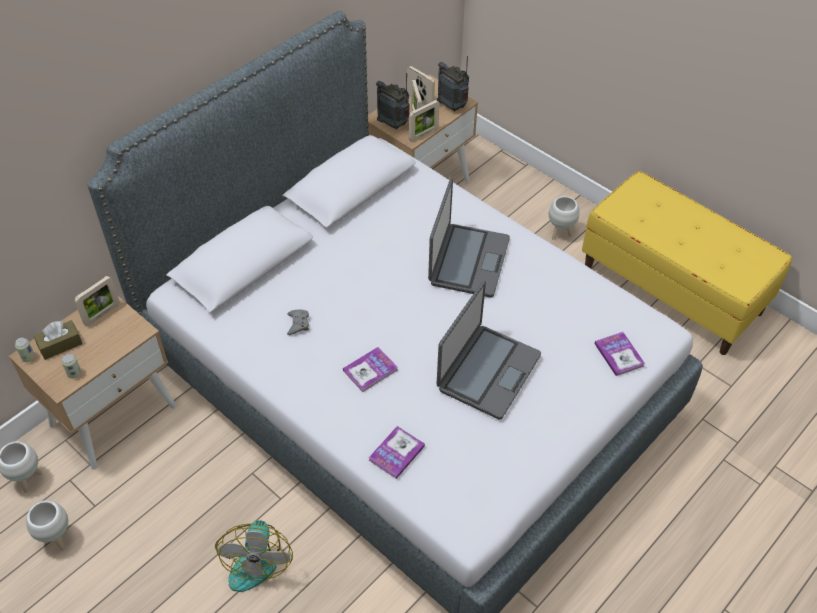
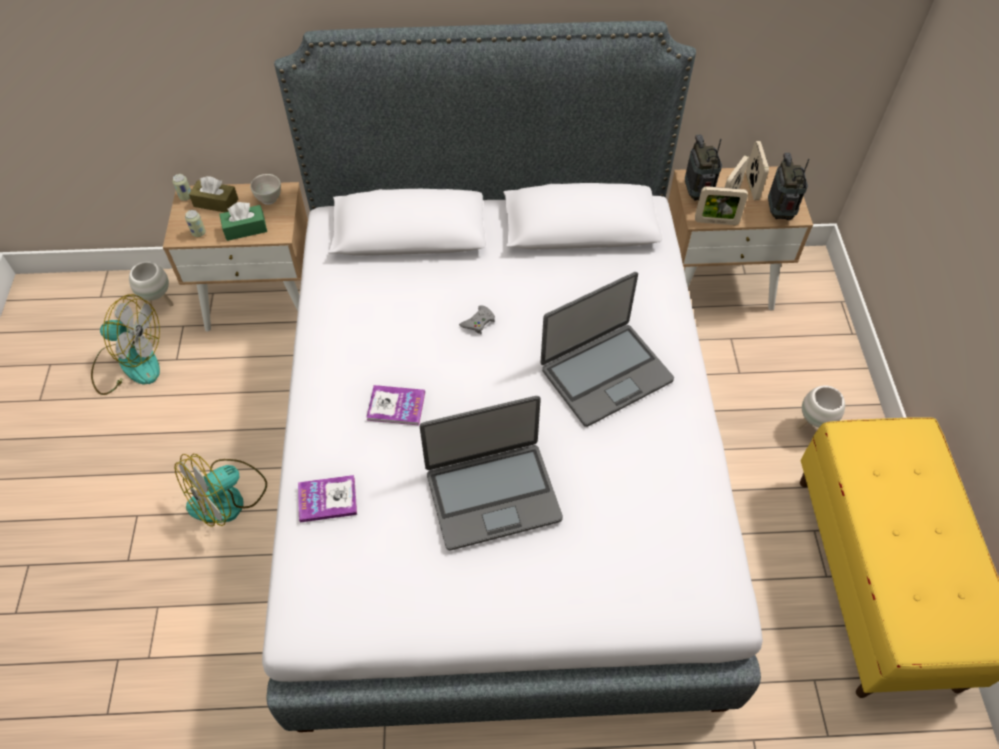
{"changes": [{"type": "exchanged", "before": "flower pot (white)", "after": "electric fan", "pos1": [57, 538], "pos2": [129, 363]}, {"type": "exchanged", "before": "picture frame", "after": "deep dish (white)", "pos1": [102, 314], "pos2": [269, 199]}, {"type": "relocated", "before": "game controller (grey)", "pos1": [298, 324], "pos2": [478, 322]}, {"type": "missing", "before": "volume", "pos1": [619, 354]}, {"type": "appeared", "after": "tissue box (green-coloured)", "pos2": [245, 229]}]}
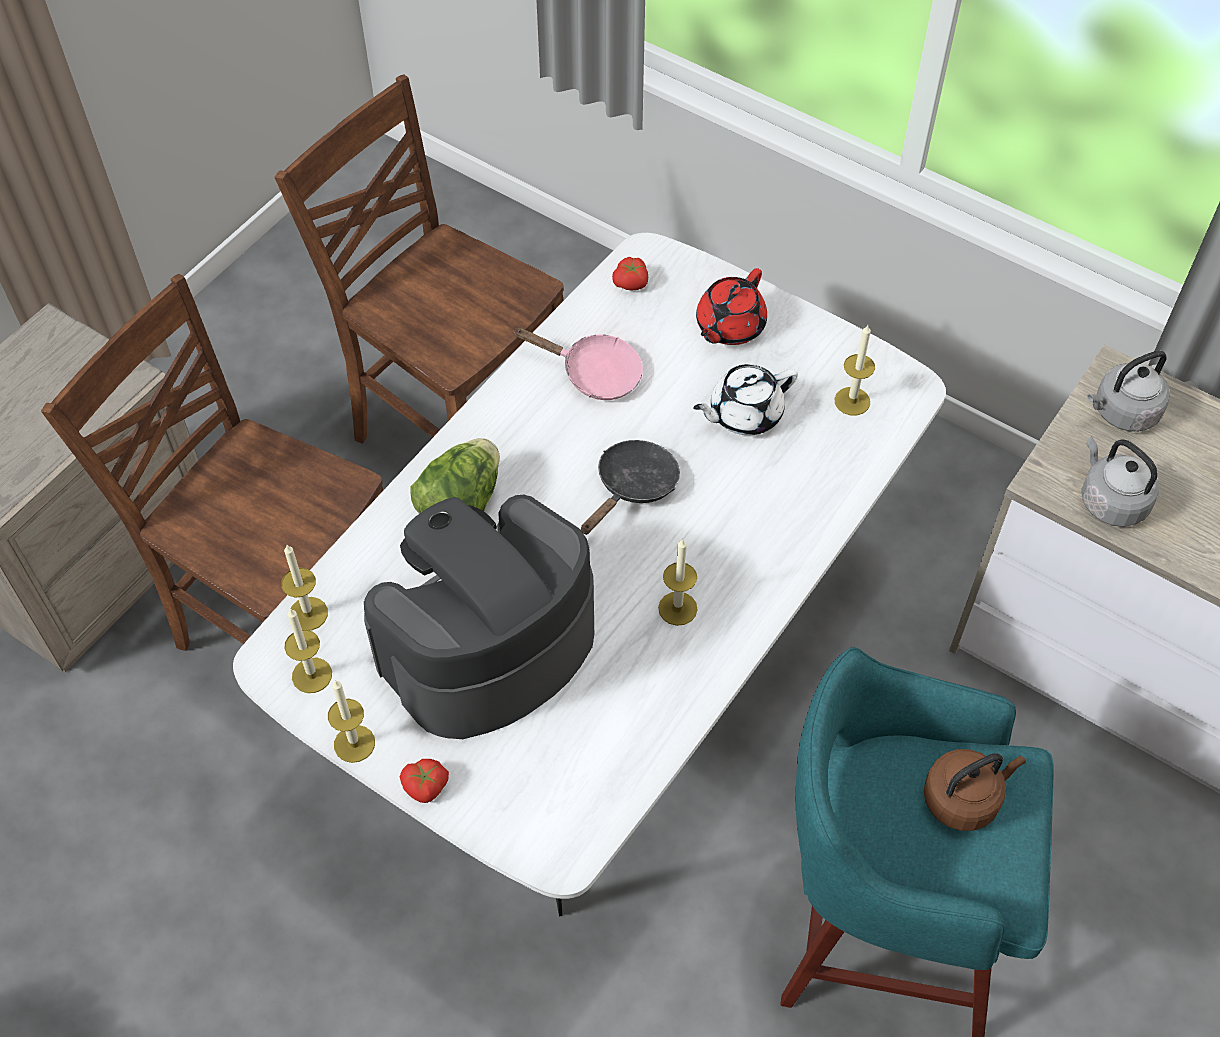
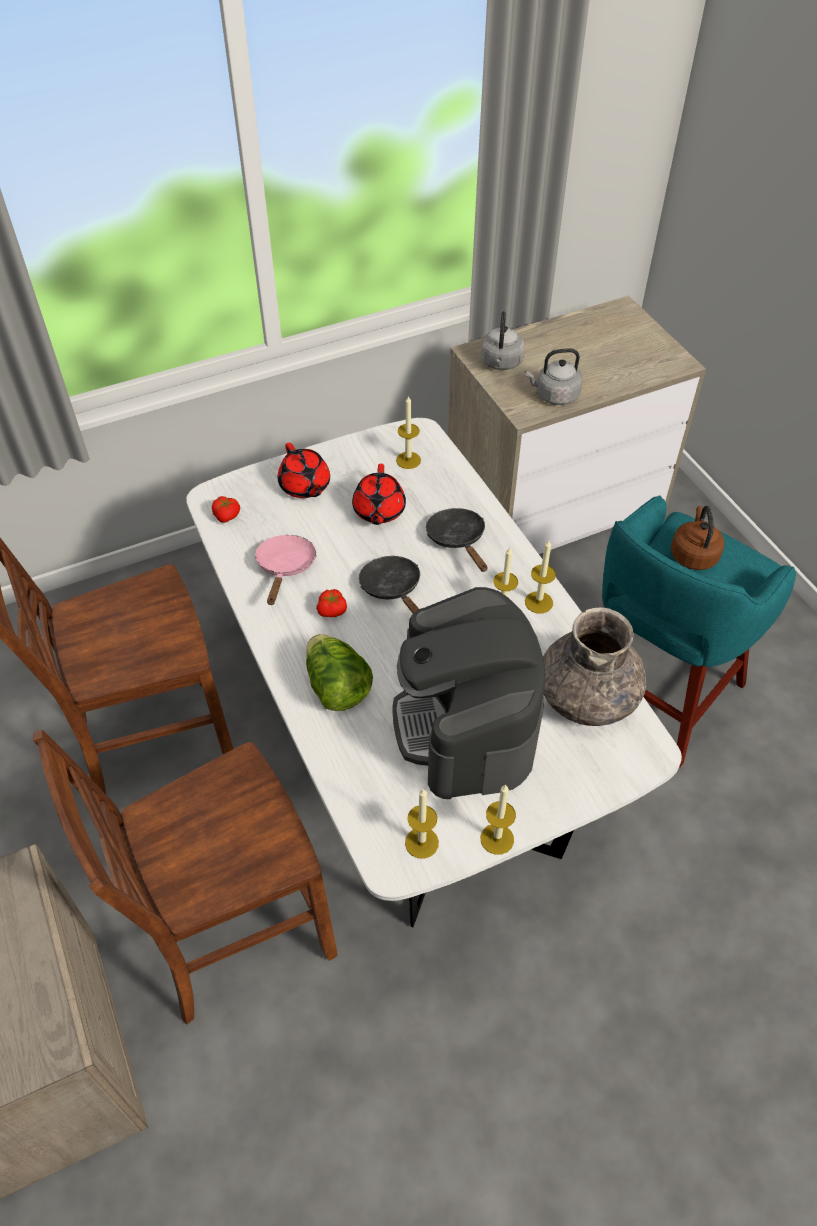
{"changes": [{"type": "relocated", "before": "wax light", "pos1": [308, 614], "pos2": [538, 602]}, {"type": "relocated", "before": "whole tomato", "pos1": [426, 787], "pos2": [333, 610]}, {"type": "spun", "before": "pan (pinkish)", "pos1": [594, 373], "pos2": [285, 568], "turn": -45}, {"type": "colour", "before": "teapot (white)", "after": "teapot (red-coloured)", "pos1": [744, 414], "pos2": [378, 511]}, {"type": "appeared", "after": "pan (black)", "pos2": [458, 539]}, {"type": "appeared", "after": "vase (grey)", "pos2": [588, 696]}]}
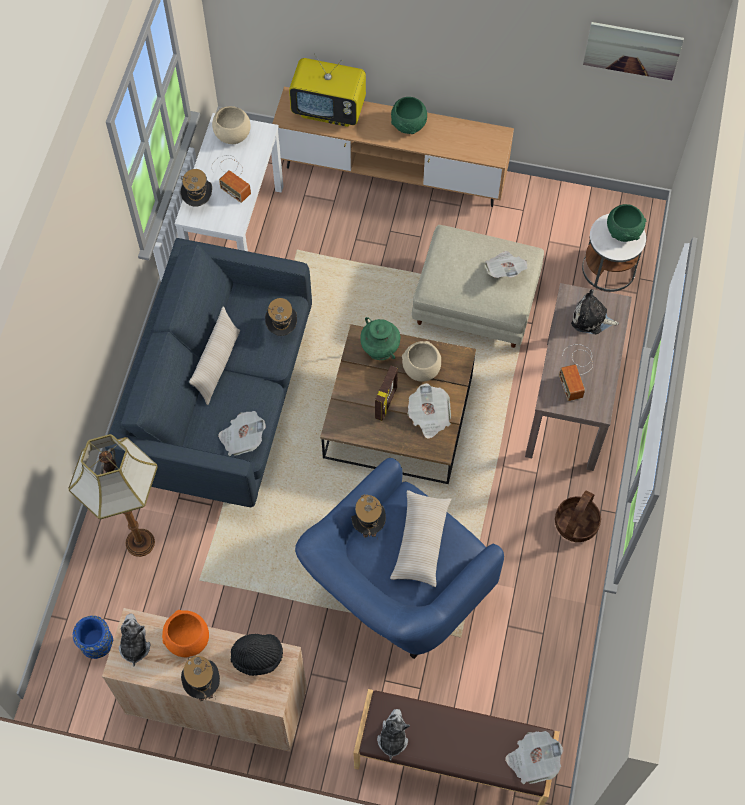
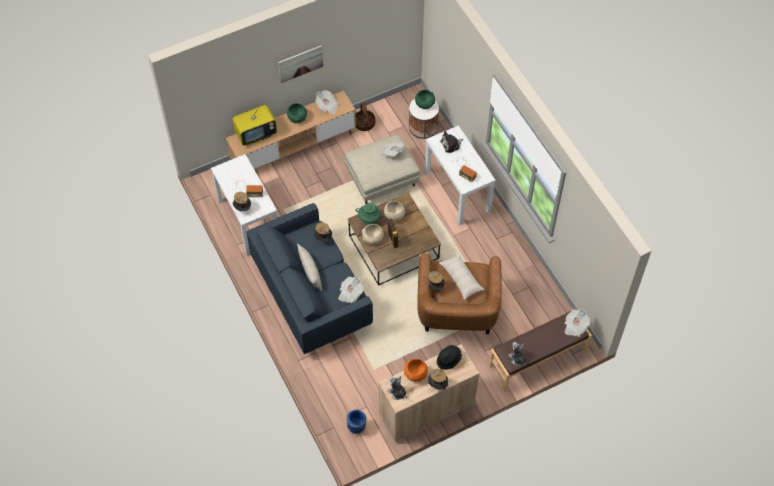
{"changes": [{"type": "missing", "before": "standing lamp", "pos1": [139, 542]}, {"type": "relocated", "before": "deep dish (beige-coloured)", "pos1": [232, 135], "pos2": [372, 239]}, {"type": "colour", "before": "lounge chair (bluish)", "after": "lounge chair (brown)", "pos1": [395, 590], "pos2": [457, 314]}, {"type": "relocated", "before": "printed paper", "pos1": [429, 417], "pos2": [327, 106]}, {"type": "colour", "before": "console table (brown)", "after": "console table (white)", "pos1": [570, 403], "pos2": [457, 192]}, {"type": "relocated", "before": "storage basket", "pos1": [576, 524], "pos2": [364, 124]}, {"type": "relocated", "before": "wall art", "pos1": [632, 50], "pos2": [300, 63]}]}
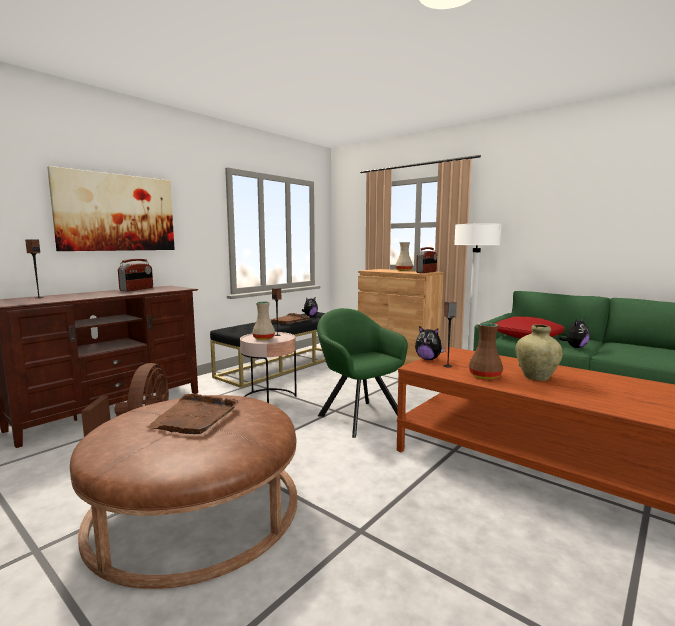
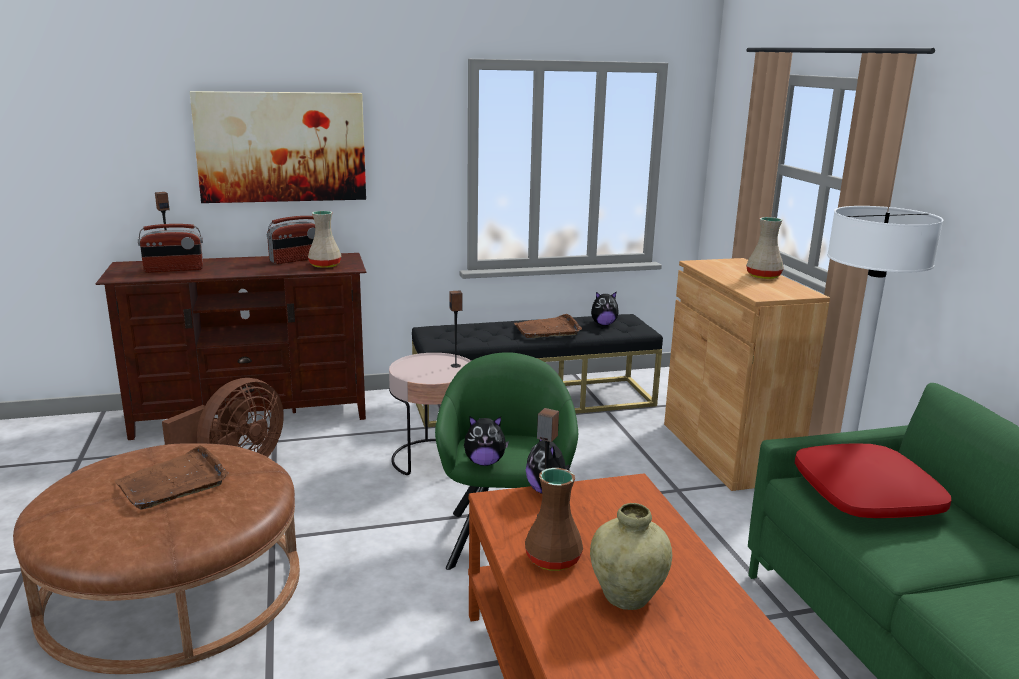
{"changes": [{"type": "relocated", "before": "vase (beige-coloured)", "pos1": [264, 338], "pos2": [325, 265]}, {"type": "relocated", "before": "radio", "pos1": [426, 272], "pos2": [174, 270]}, {"type": "relocated", "before": "soft toy", "pos1": [575, 347], "pos2": [484, 462]}]}
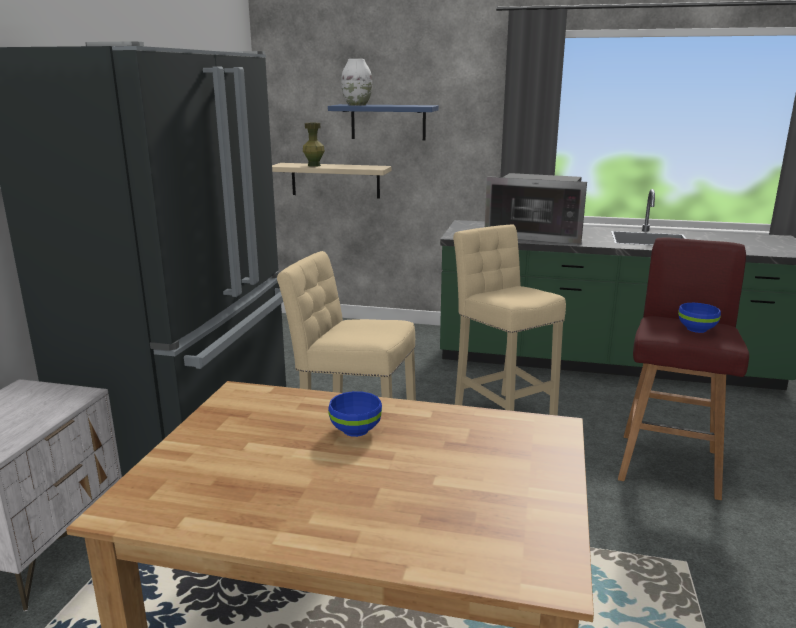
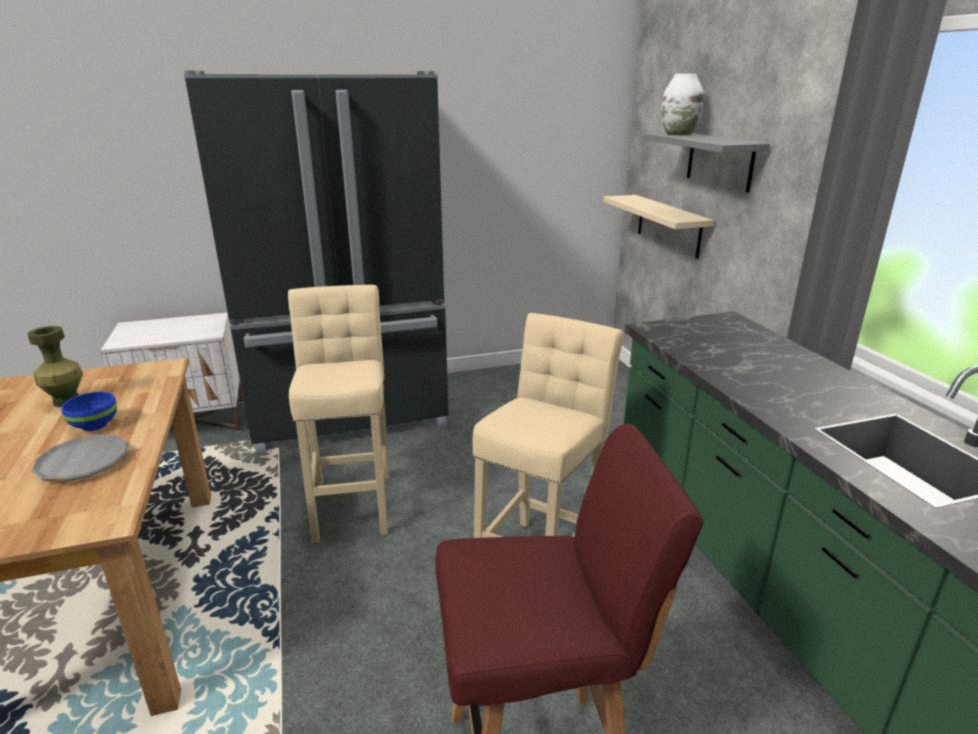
{"changes": [{"type": "relocated", "before": "vase (green-coloured)", "pos1": [314, 165], "pos2": [66, 401]}, {"type": "colour", "before": "bracket shelf (bluish)", "after": "bracket shelf (grey)", "pos1": [388, 122], "pos2": [719, 161]}, {"type": "missing", "before": "microwave oven", "pos1": [536, 235]}, {"type": "missing", "before": "deep dish (bluish)", "pos1": [697, 329]}, {"type": "appeared", "after": "flat dish (grey)", "pos2": [83, 463]}]}
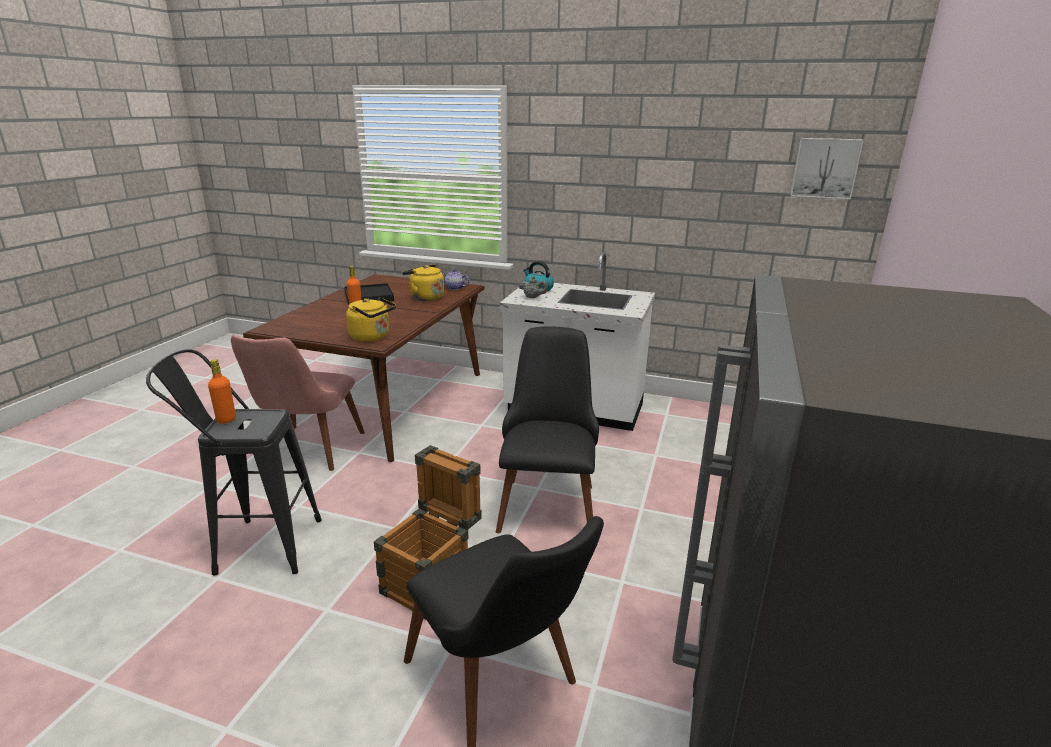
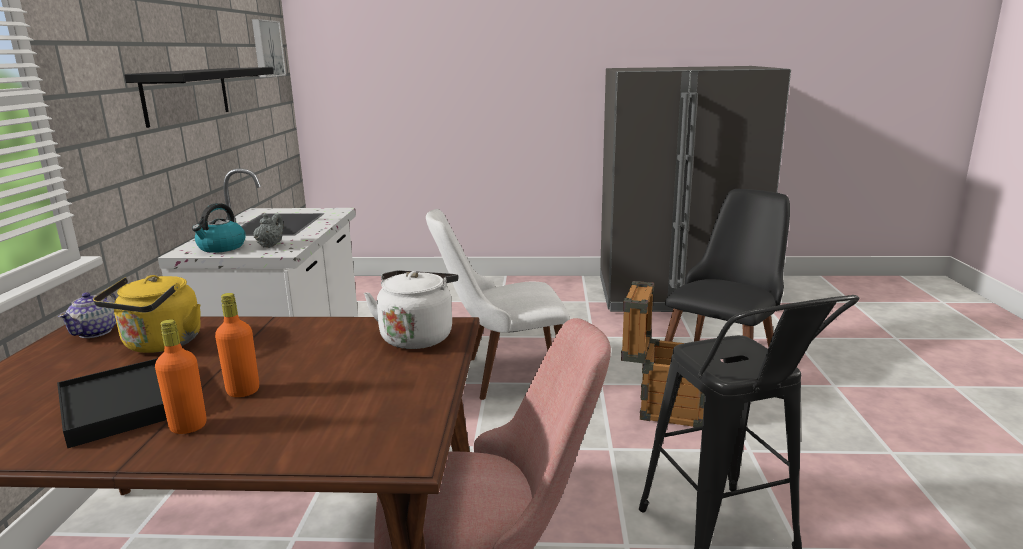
{"changes": [{"type": "relocated", "before": "bottle (orange)", "pos1": [226, 419], "pos2": [188, 426]}, {"type": "colour", "before": "kettle (yellowish)", "after": "kettle (white)", "pos1": [372, 337], "pos2": [417, 336]}, {"type": "colour", "before": "plain chair (black)", "after": "plain chair (white)", "pos1": [548, 498], "pos2": [502, 375]}, {"type": "appeared", "after": "bracket shelf (black)", "pos2": [187, 94]}]}
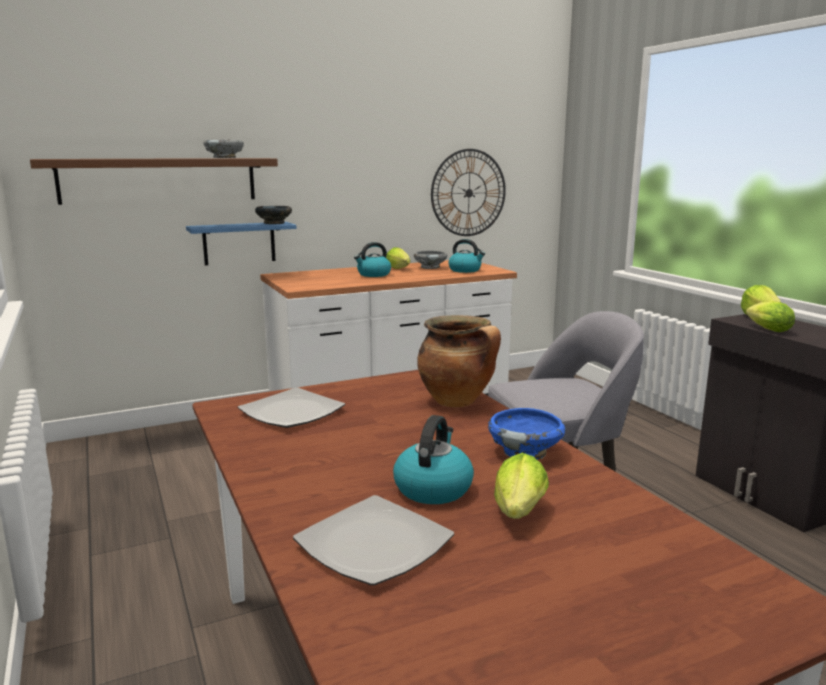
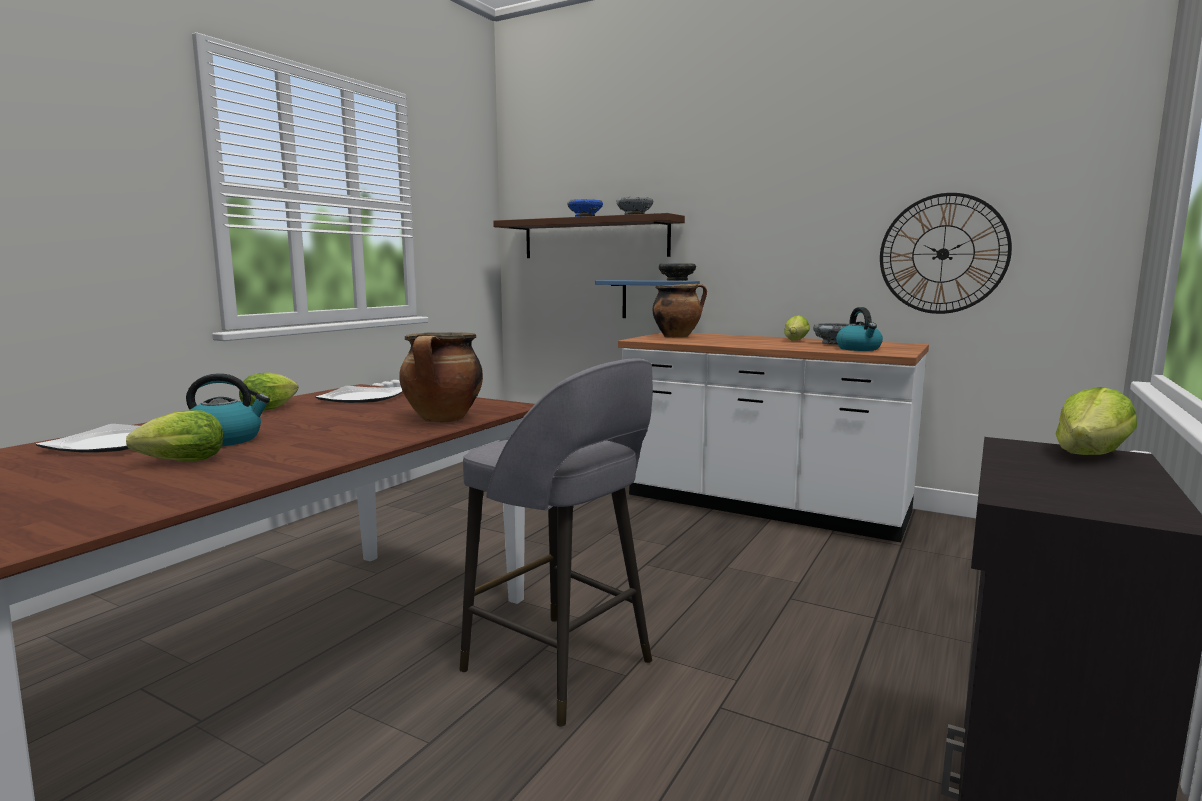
{"changes": [{"type": "missing", "before": "kettle", "pos1": [373, 274]}, {"type": "relocated", "before": "deep dish (bluish)", "pos1": [525, 451], "pos2": [585, 217]}, {"type": "relocated", "before": "lettuce", "pos1": [766, 329], "pos2": [272, 408]}, {"type": "appeared", "after": "saucepot", "pos2": [677, 336]}]}
